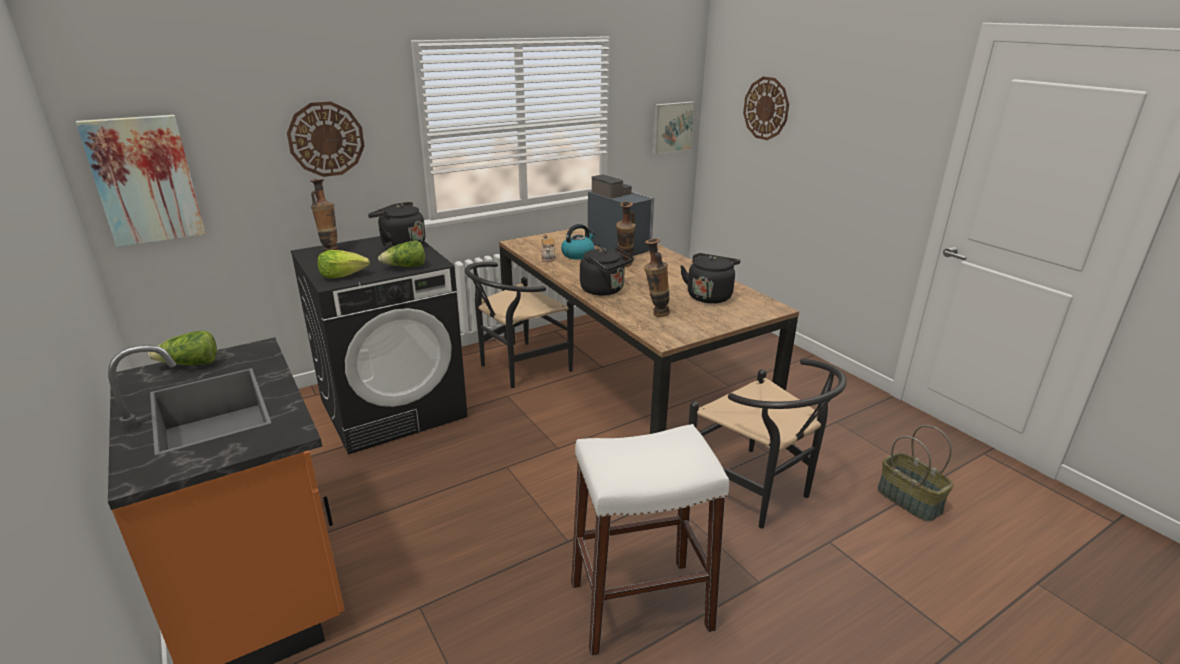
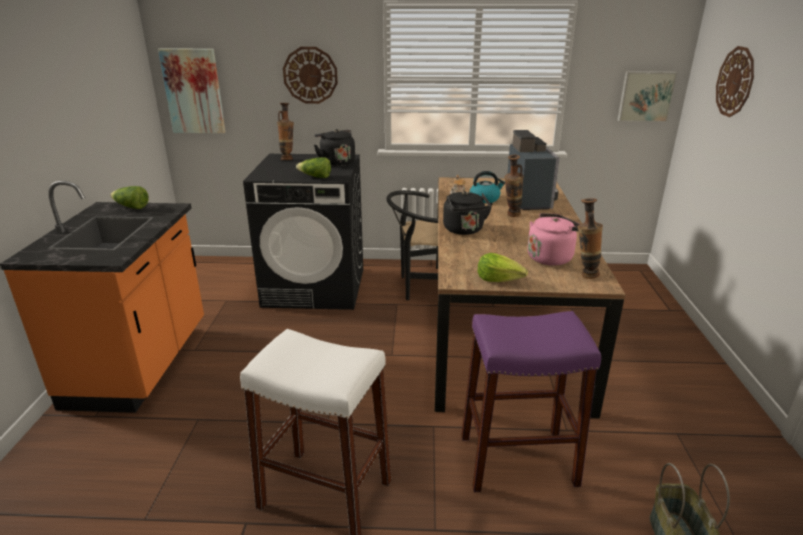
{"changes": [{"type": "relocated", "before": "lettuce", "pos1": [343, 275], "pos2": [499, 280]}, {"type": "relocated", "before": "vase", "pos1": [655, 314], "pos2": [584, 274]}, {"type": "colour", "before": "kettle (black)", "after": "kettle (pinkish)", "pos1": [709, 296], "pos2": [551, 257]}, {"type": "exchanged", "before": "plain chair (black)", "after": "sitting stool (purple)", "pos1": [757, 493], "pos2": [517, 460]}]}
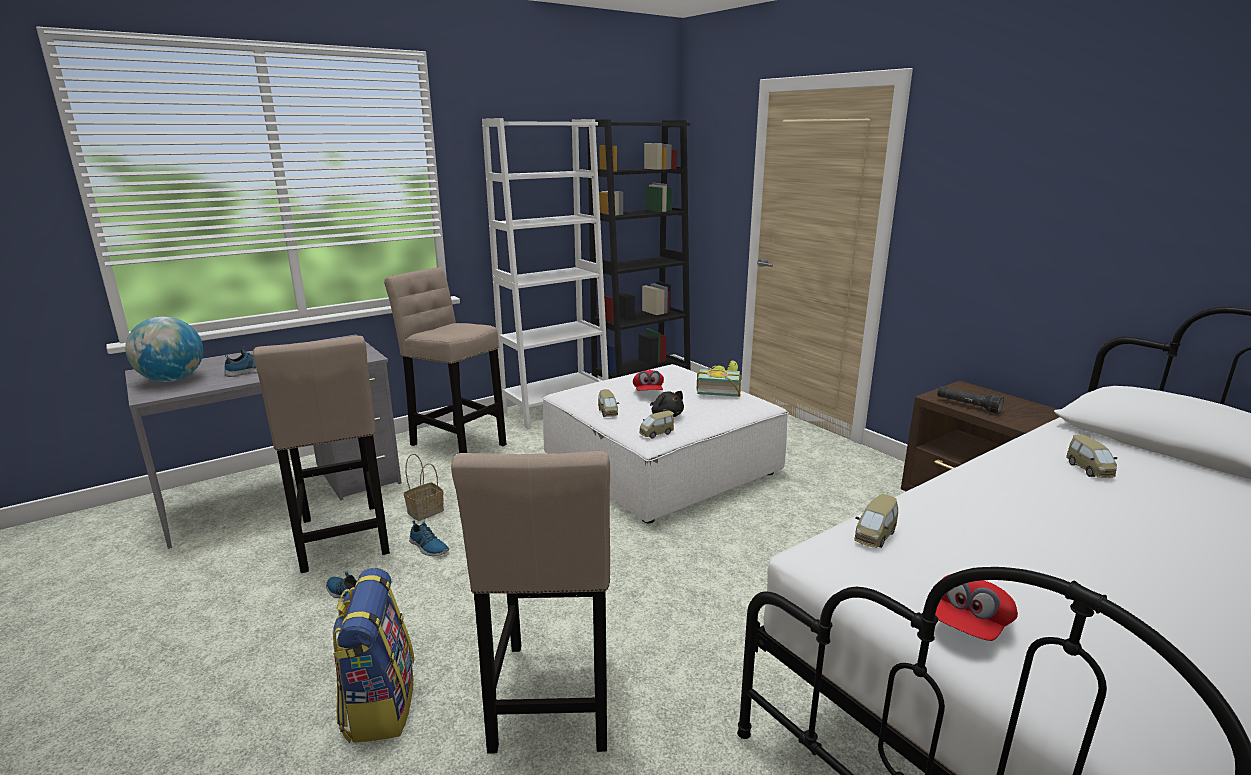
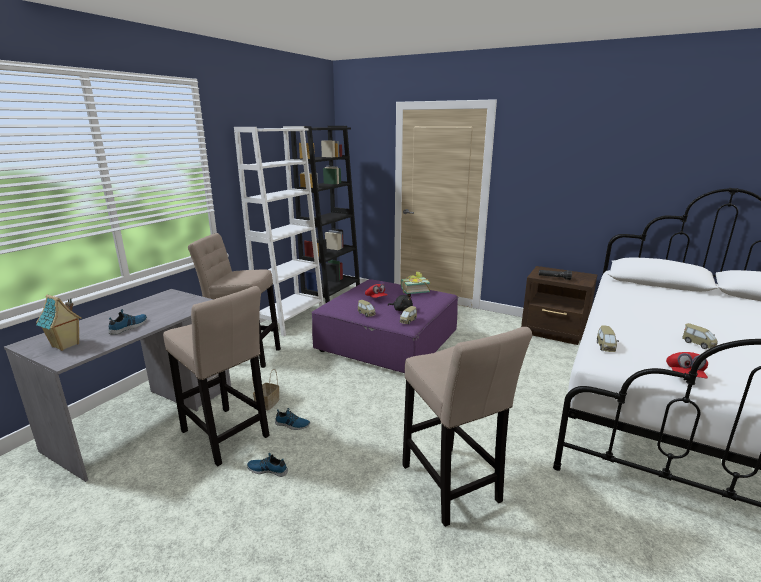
{"changes": [{"type": "exchanged", "before": "world globe", "after": "model house", "pos1": [172, 380], "pos2": [66, 345]}, {"type": "missing", "before": "rucksack", "pos1": [379, 705]}, {"type": "colour", "before": "footrest (white)", "after": "footrest (purple)", "pos1": [661, 465], "pos2": [387, 341]}, {"type": "relocated", "before": "model car", "pos1": [1089, 469], "pos2": [698, 344]}]}
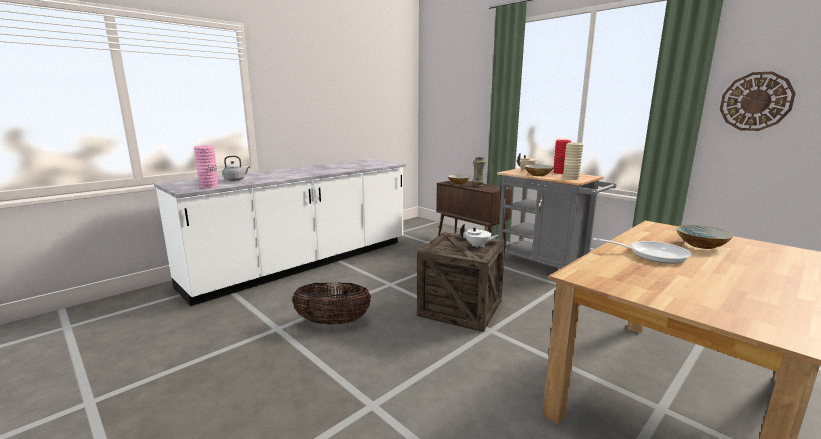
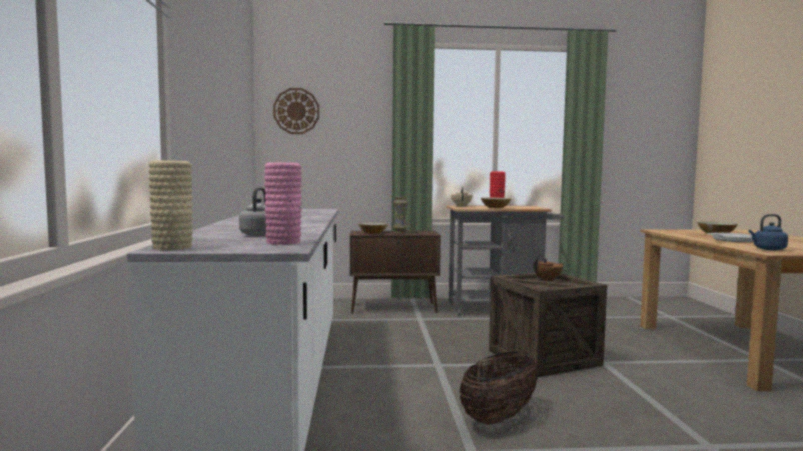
{"changes": [{"type": "colour", "before": "teapot (white)", "after": "teapot (brown)", "pos1": [478, 246], "pos2": [547, 279]}, {"type": "relocated", "before": "vase (beige-coloured)", "pos1": [571, 178], "pos2": [172, 247]}, {"type": "relocated", "before": "hanging clock", "pos1": [755, 101], "pos2": [296, 111]}, {"type": "appeared", "after": "kettle (bluish)", "pos2": [768, 249]}]}
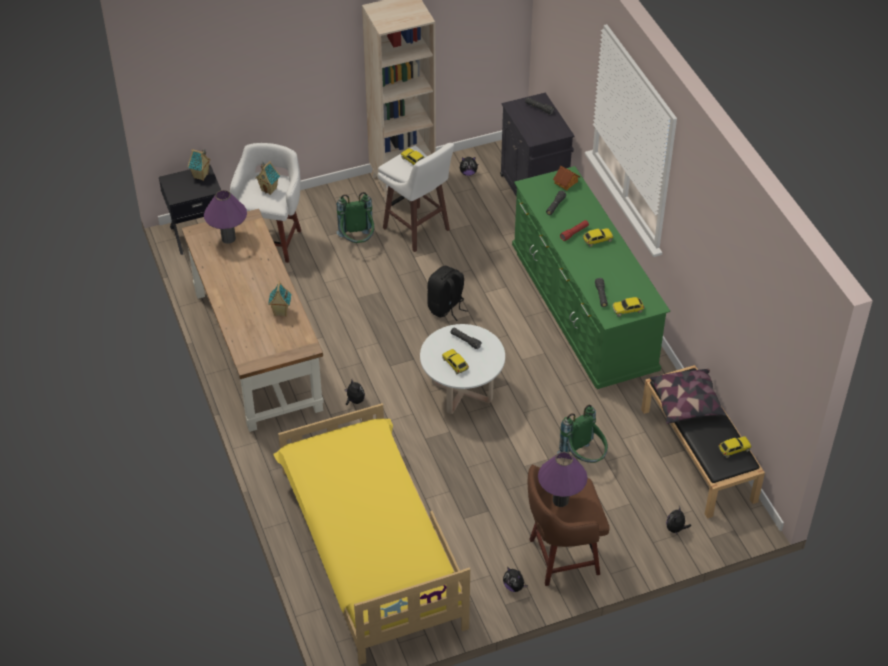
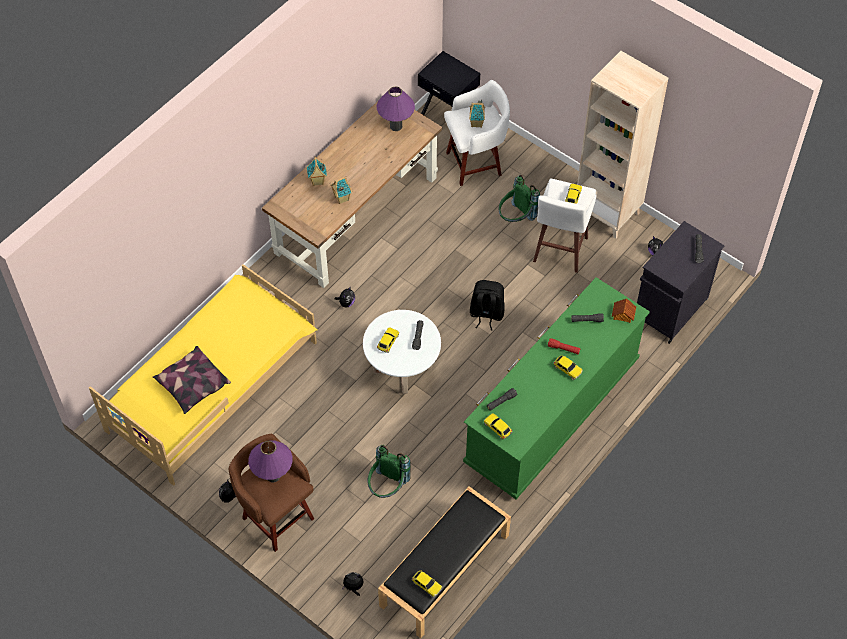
{"changes": [{"type": "relocated", "before": "model house", "pos1": [201, 176], "pos2": [317, 181]}, {"type": "relocated", "before": "pillow", "pos1": [687, 404], "pos2": [192, 385]}]}
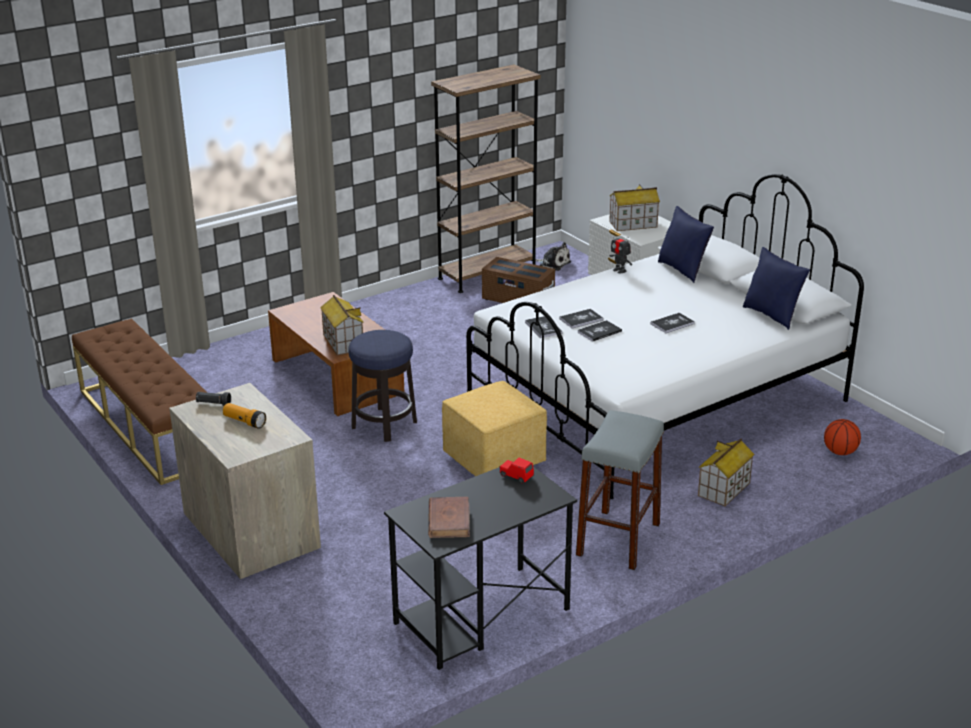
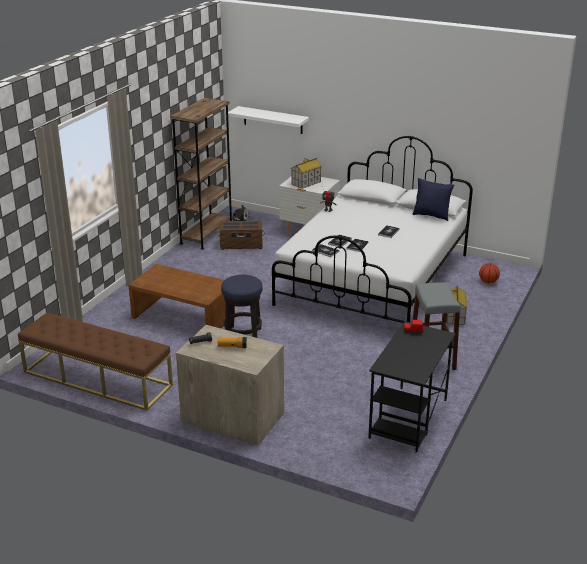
{"changes": [{"type": "missing", "before": "model house", "pos1": [343, 342]}, {"type": "missing", "before": "volume (brown)", "pos1": [449, 520]}, {"type": "missing", "before": "footrest (yellowish)", "pos1": [495, 460]}, {"type": "missing", "before": "pillow (bluish)", "pos1": [683, 270]}, {"type": "appeared", "after": "bracket shelf (white)", "pos2": [273, 120]}]}
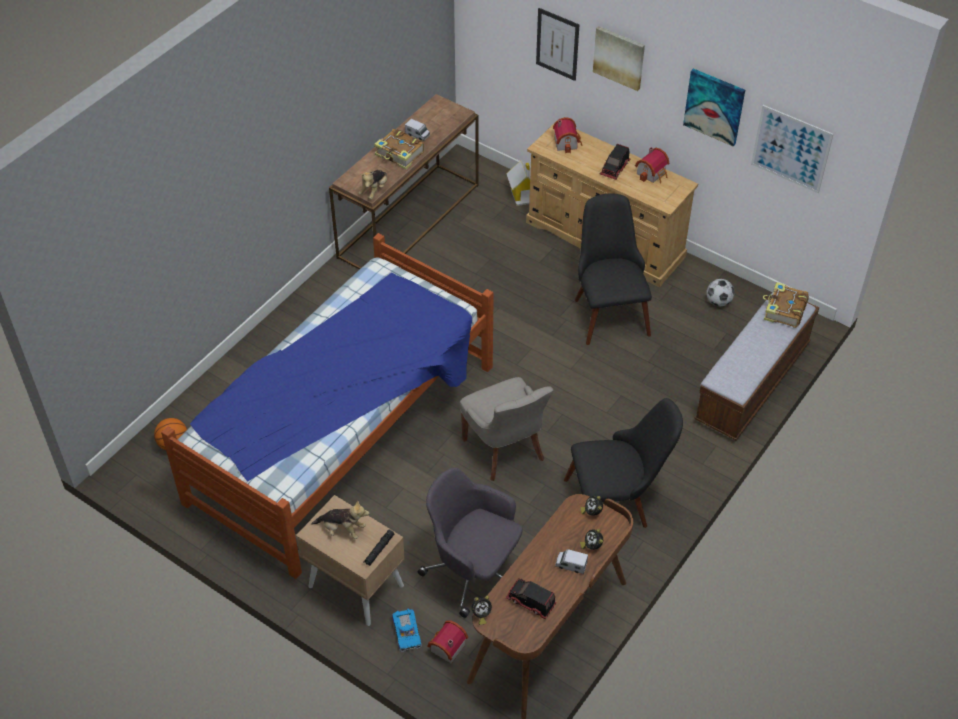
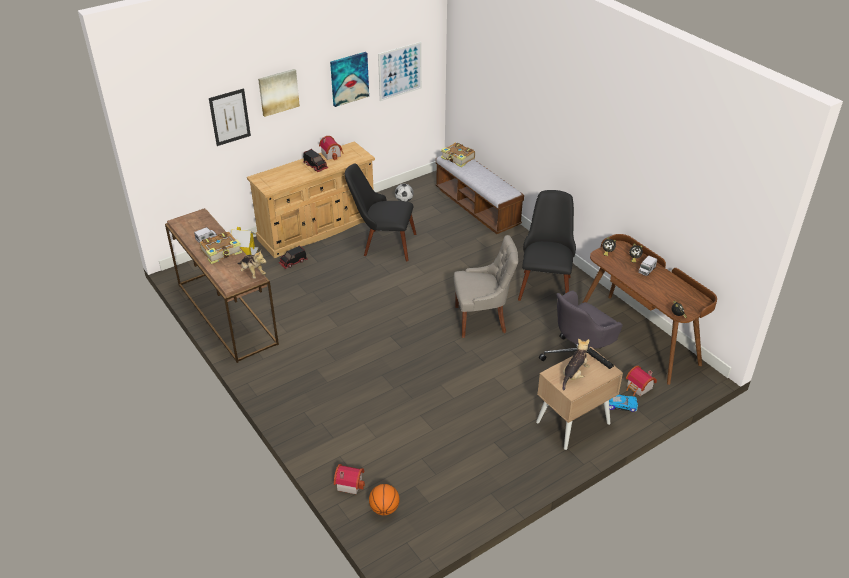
{"changes": [{"type": "missing", "before": "bedroom bed", "pos1": [345, 433]}, {"type": "relocated", "before": "toy truck", "pos1": [530, 602], "pos2": [293, 262]}, {"type": "relocated", "before": "model house", "pos1": [567, 142], "pos2": [349, 483]}]}
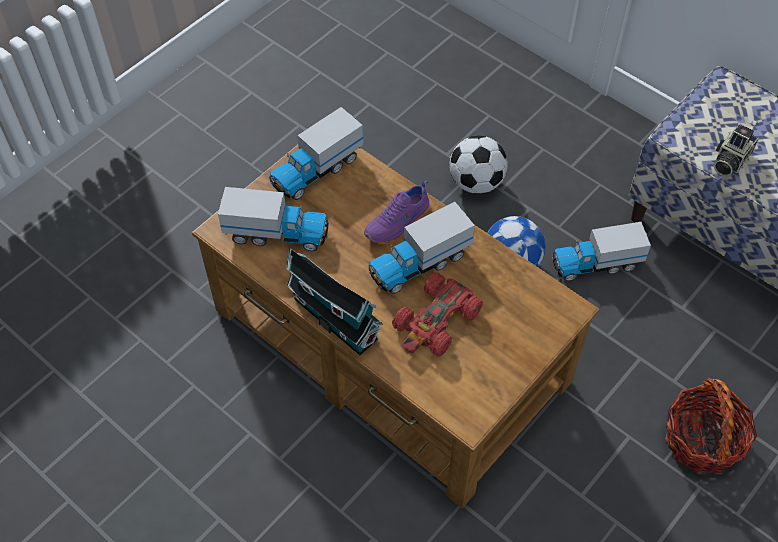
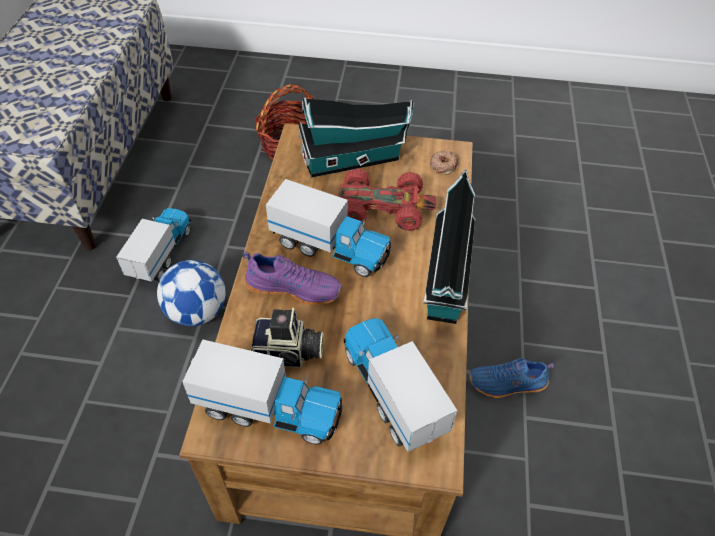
{"changes": [{"type": "missing", "before": "football", "pos1": [476, 182]}, {"type": "spun", "before": "toy truck", "pos1": [596, 264], "pos2": [161, 253], "turn": -120}, {"type": "relocated", "before": "still camera", "pos1": [729, 160], "pos2": [288, 354]}, {"type": "appeared", "after": "model house", "pos2": [355, 160]}, {"type": "appeared", "after": "doughnut", "pos2": [443, 165]}, {"type": "appeared", "after": "low shoe (bluish)", "pos2": [507, 384]}]}
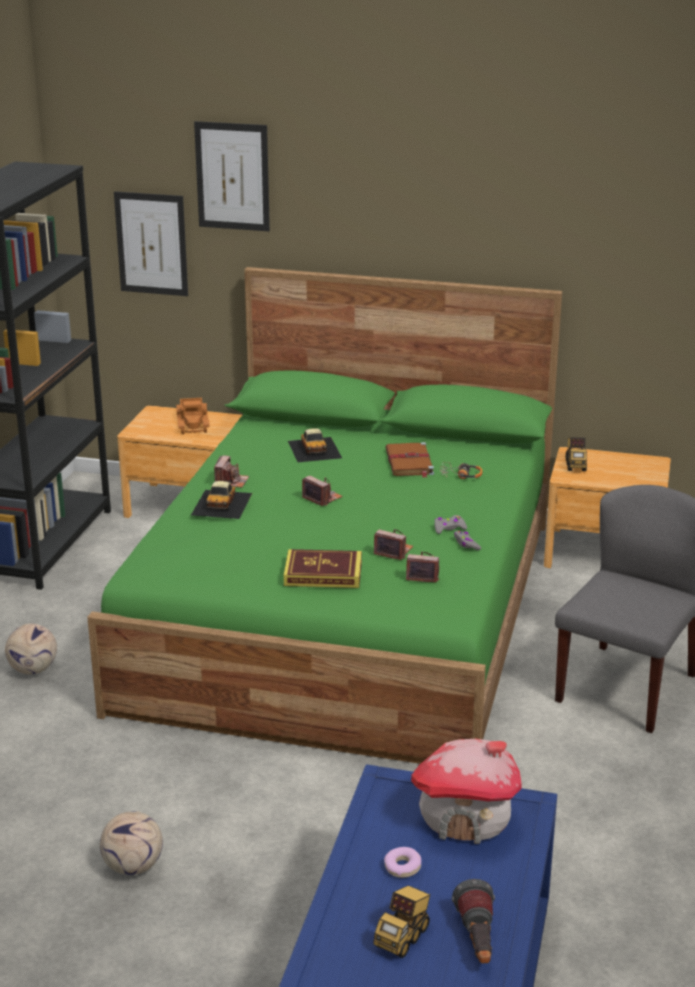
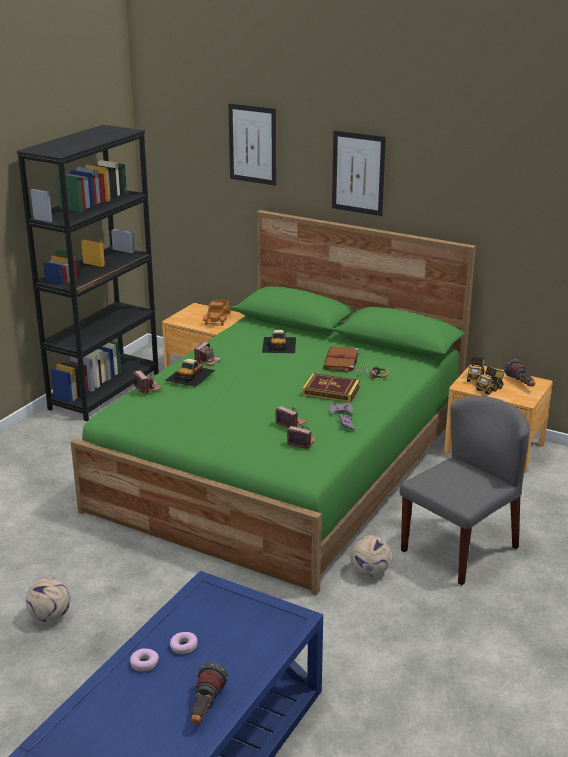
{"changes": [{"type": "relocated", "before": "football", "pos1": [32, 670], "pos2": [369, 572]}, {"type": "relocated", "before": "wall art", "pos1": [151, 244], "pos2": [358, 173]}, {"type": "relocated", "before": "volume", "pos1": [323, 573], "pos2": [331, 391]}, {"type": "relocated", "before": "still camera", "pos1": [322, 498], "pos2": [147, 388]}, {"type": "relocated", "before": "toy truck", "pos1": [403, 936], "pos2": [489, 389]}, {"type": "missing", "before": "model house", "pos1": [466, 818]}, {"type": "appeared", "after": "doughnut", "pos2": [144, 663]}, {"type": "appeared", "after": "hand torch", "pos2": [521, 384]}]}
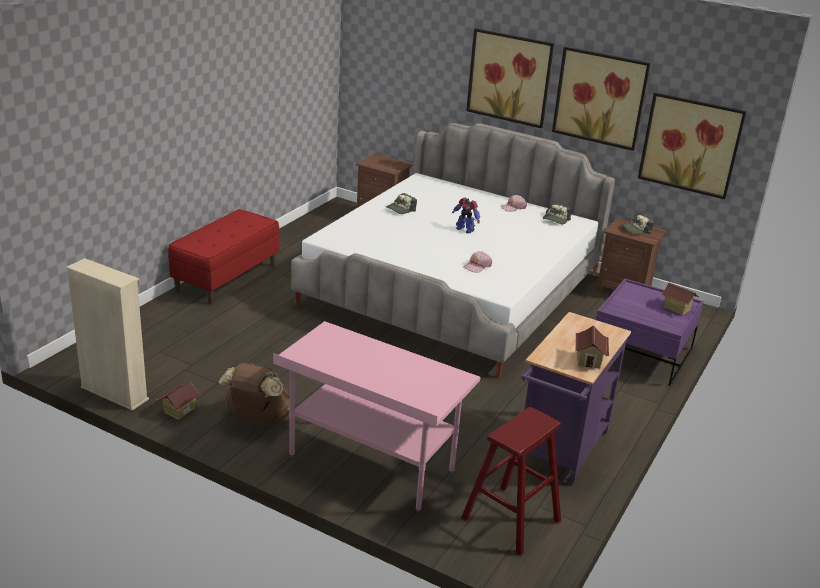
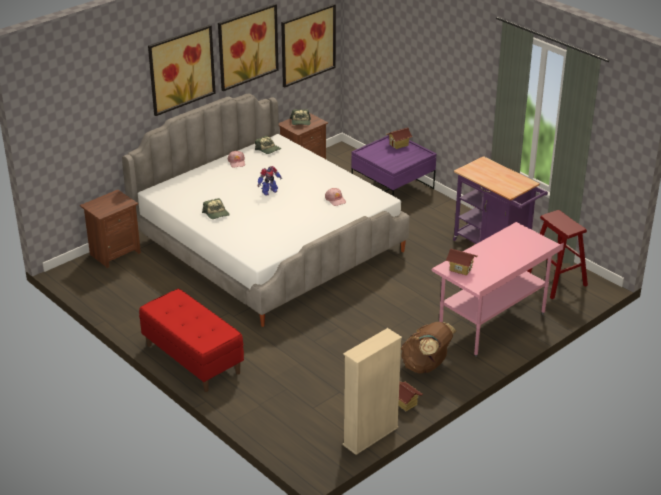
{"changes": [{"type": "relocated", "before": "model house", "pos1": [589, 360], "pos2": [460, 269]}]}
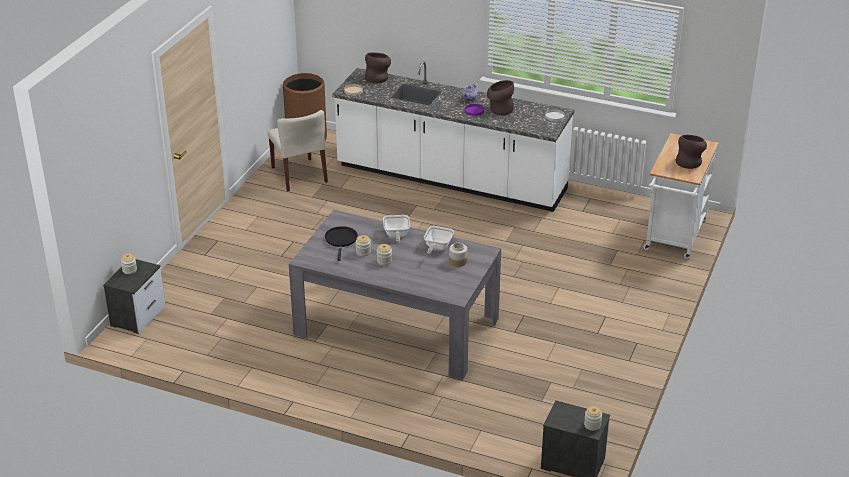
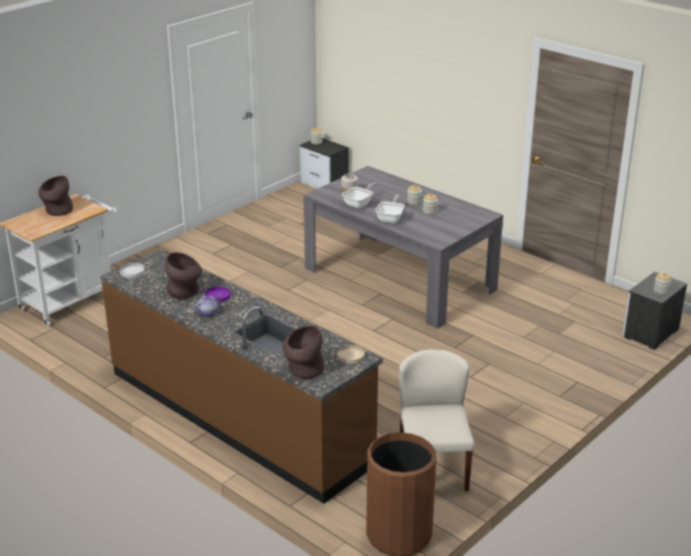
{"changes": [{"type": "missing", "before": "pan (black)", "pos1": [341, 240]}, {"type": "colour", "before": "counter (white)", "after": "counter (brown)", "pos1": [451, 179], "pos2": [238, 416]}]}
